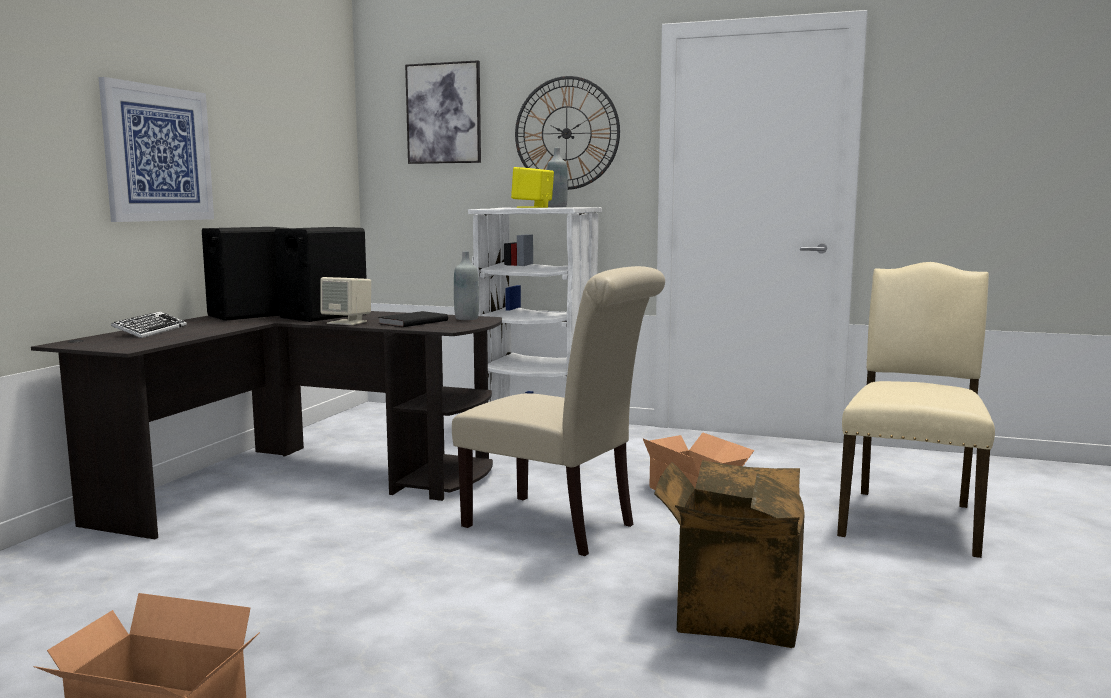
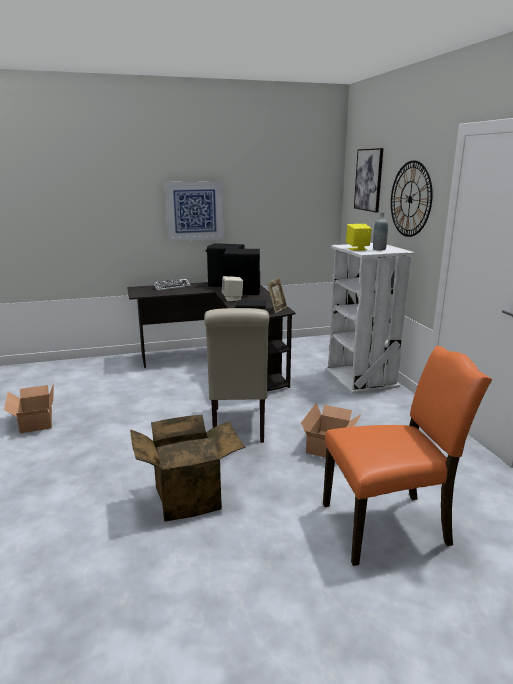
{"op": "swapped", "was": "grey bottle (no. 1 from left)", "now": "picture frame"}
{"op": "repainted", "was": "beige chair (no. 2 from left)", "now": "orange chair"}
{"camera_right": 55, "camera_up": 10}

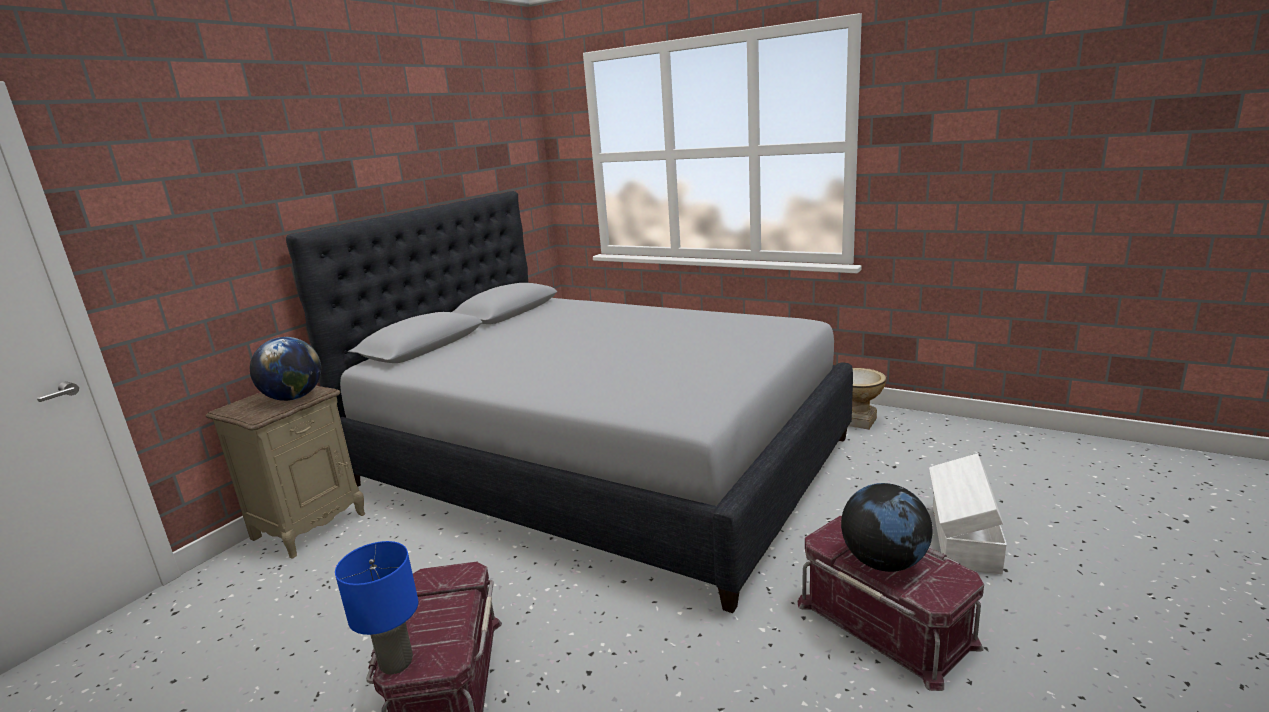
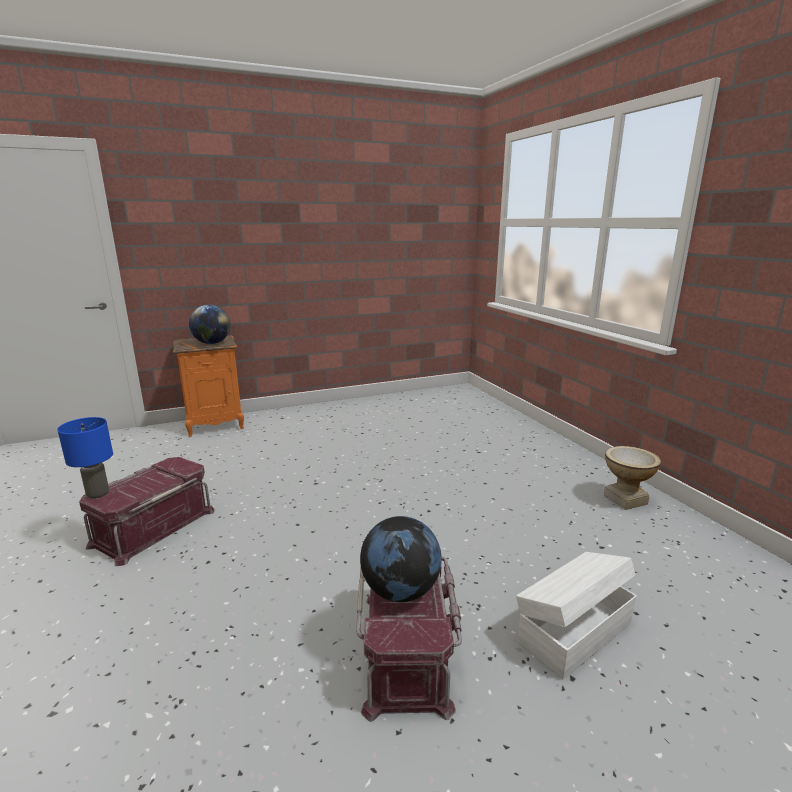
{"op": "gone", "was": "grey bed"}
{"op": "repainted", "was": "beige nightstand", "now": "orange nightstand"}
{"camera_right": 35, "camera_up": 0}

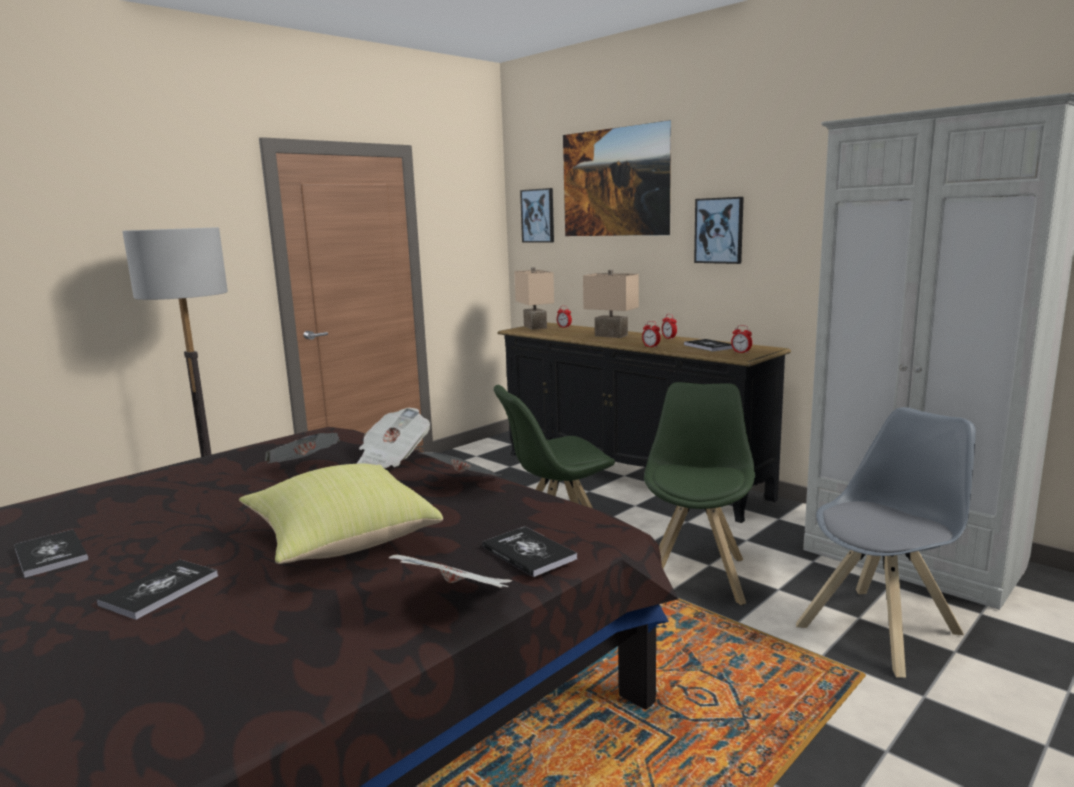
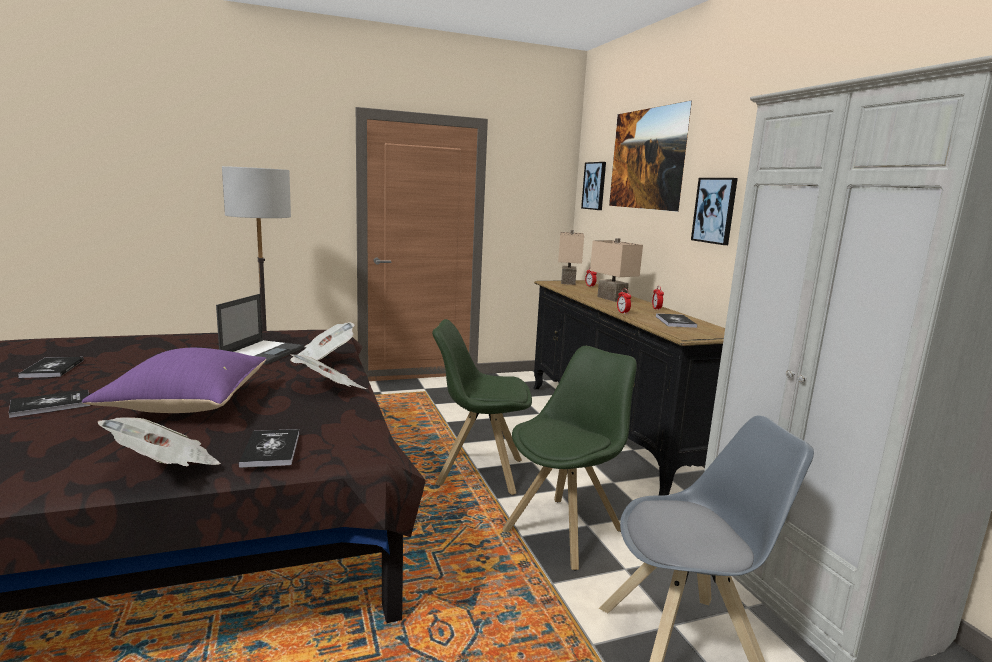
{"op": "gone", "was": "alarm clock (no. 4 from left)"}
{"op": "swapped", "was": "newspaper (no. 1 from left)", "now": "laptop"}
{"op": "repainted", "was": "yellow pillow", "now": "purple pillow"}
{"camera_right": 25, "camera_up": 0}

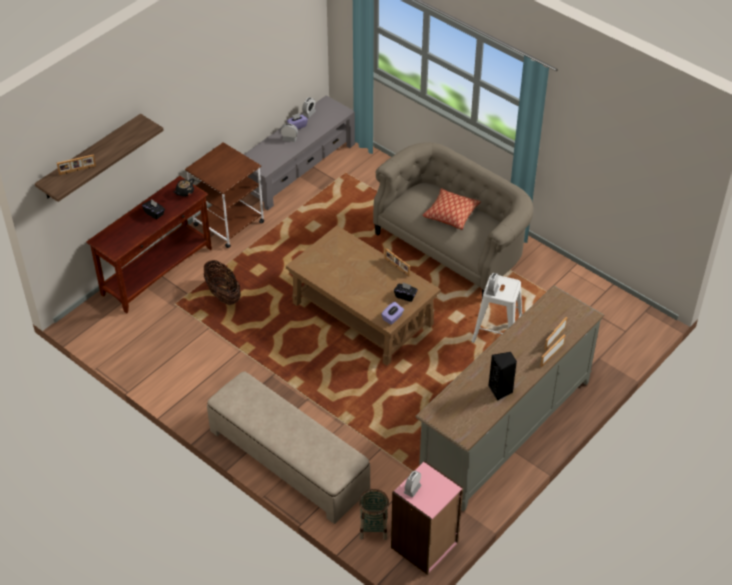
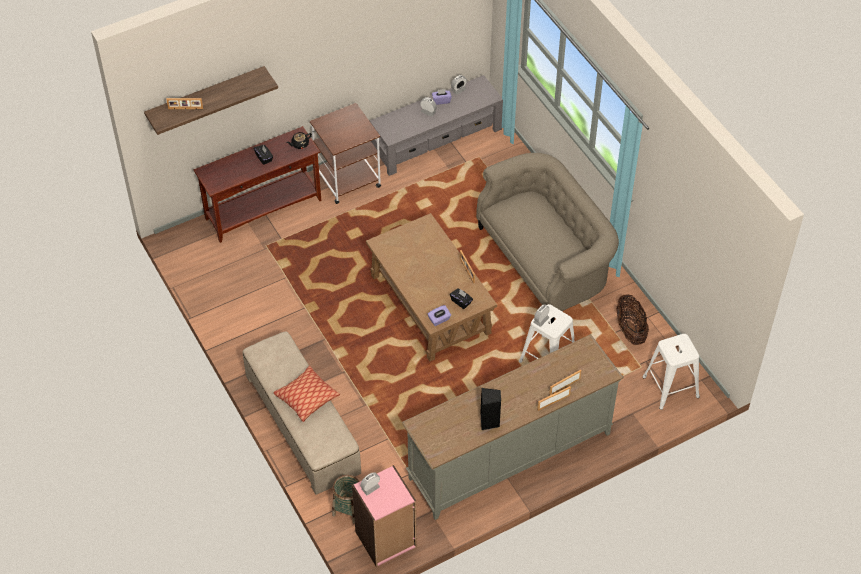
{"op": "new", "now": "white stool (no. 2 from left)"}
{"op": "shifted", "was": "basket (no. 1 from left in the first image)", "now": "basket (no. 2 from left)"}
{"op": "shifted", "was": "pillow"}
{"camera_right": 20, "camera_up": 5}

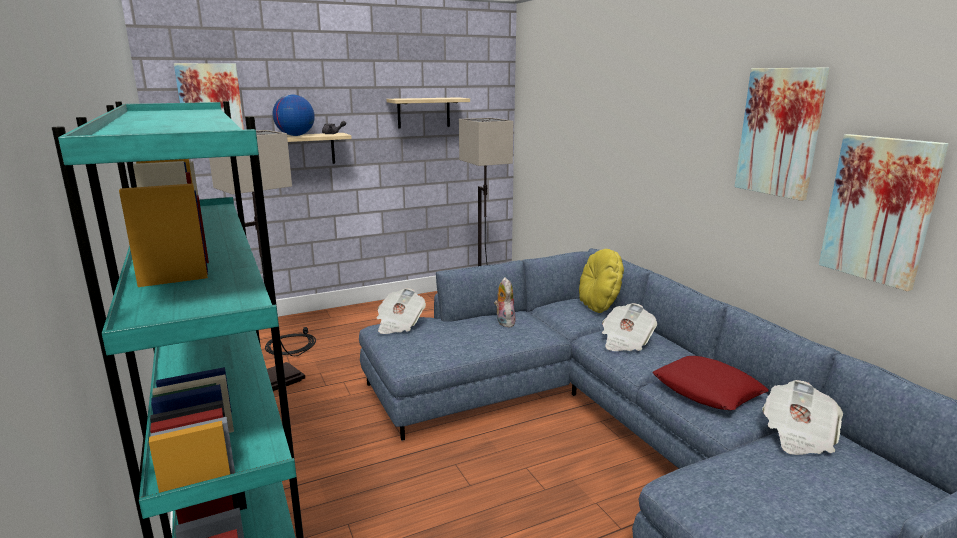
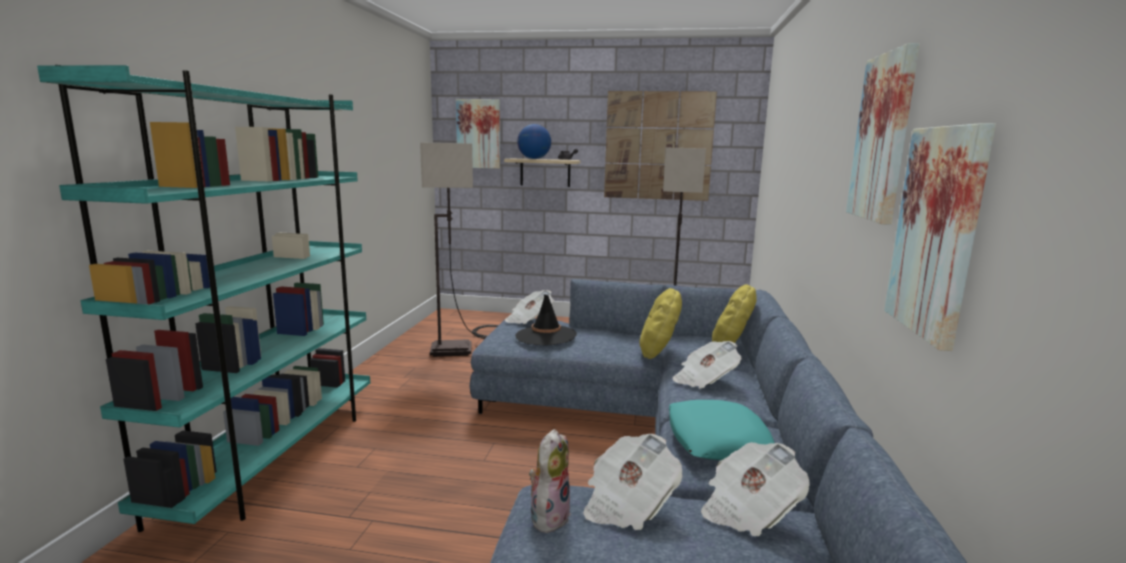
{"op": "new", "now": "black hat"}
{"op": "new", "now": "newspaper (no. 2 from left)"}
{"op": "new", "now": "yellow pillow (no. 1 from left)"}
{"op": "shifted", "was": "plush toy"}
{"op": "swapped", "was": "shelf (no. 2 from left)", "now": "picture (no. 2 from left)"}
{"op": "repainted", "was": "red pillow", "now": "turquoise pillow"}
{"camera_right": 35, "camera_up": -5}

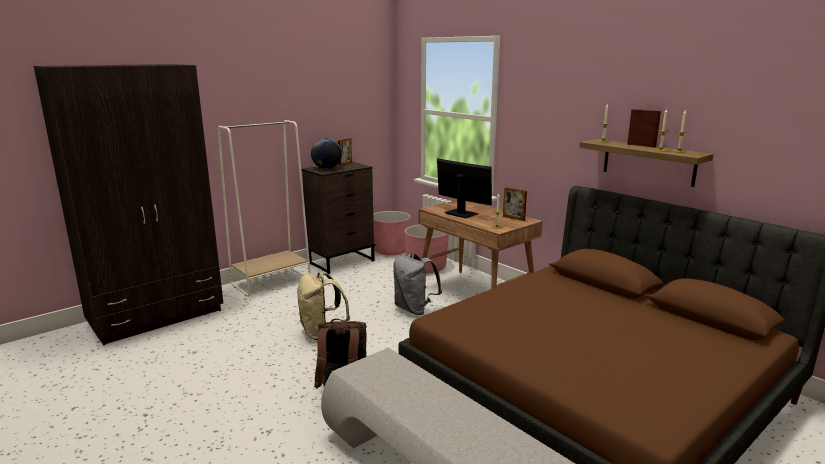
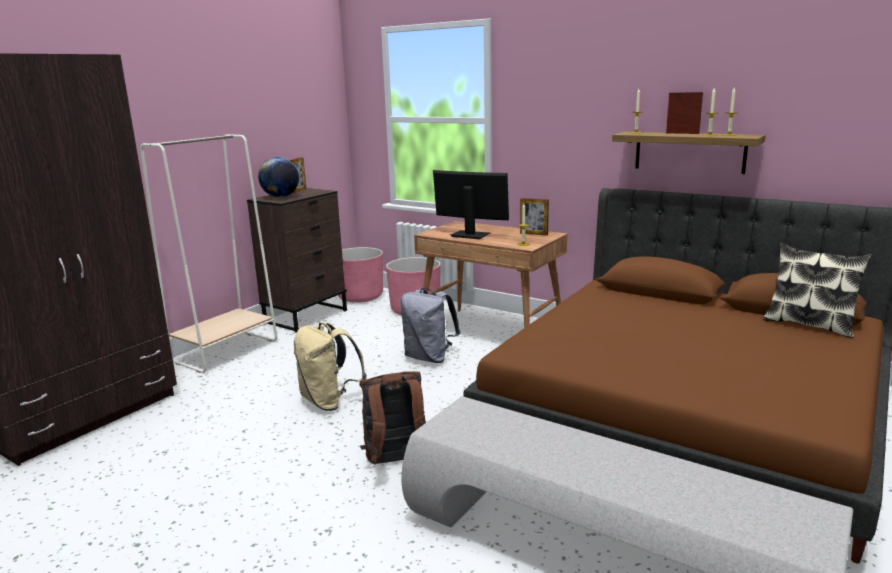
{"op": "new", "now": "pillow"}
{"camera_right": -15, "camera_up": 0}

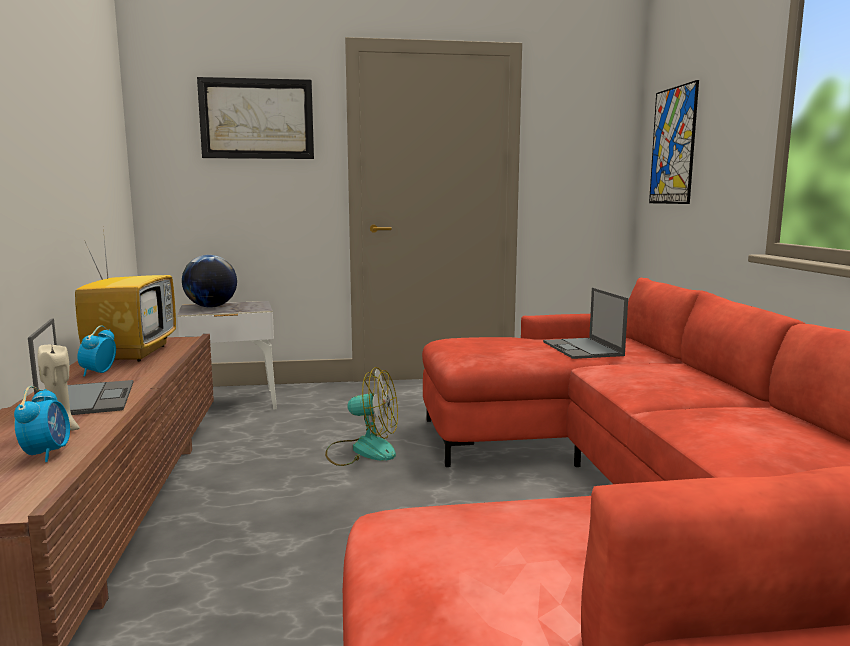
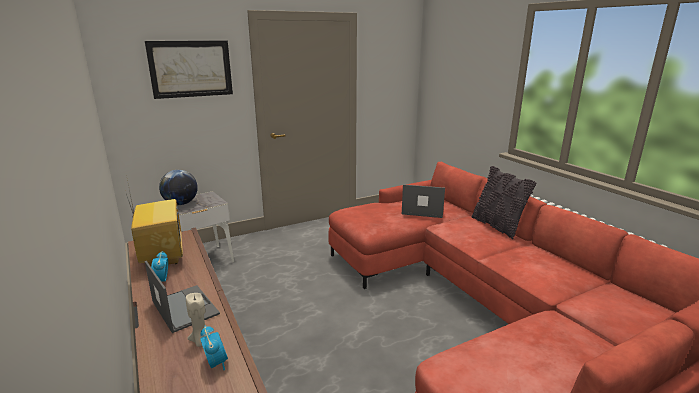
{"op": "gone", "was": "fan"}
{"op": "gone", "was": "picture (no. 2 from left)"}
{"op": "new", "now": "black pillow"}
{"op": "rotated", "was": "laptop (no. 2 from left)", "clockwise": 135}
{"camera_right": -20, "camera_up": 10}

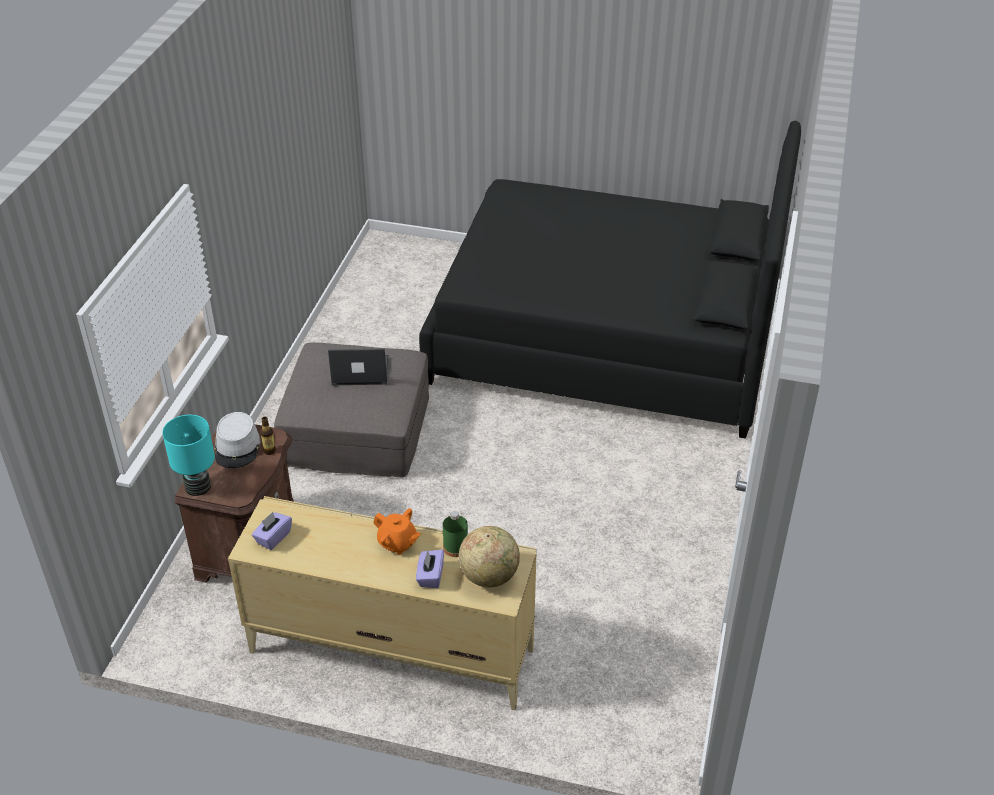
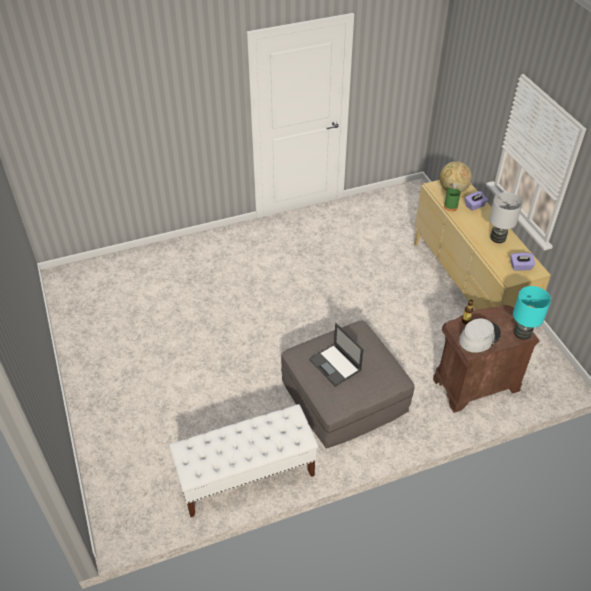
{"op": "gone", "was": "orange teapot"}
{"op": "gone", "was": "black bed"}
{"op": "new", "now": "white bench"}
{"op": "new", "now": "grey table lamp"}
{"camera_right": -125, "camera_up": 5}

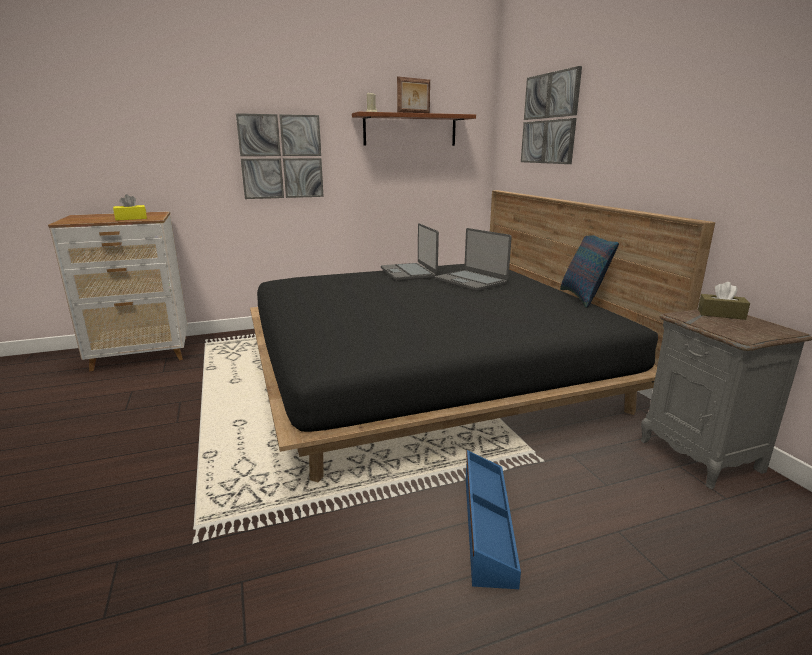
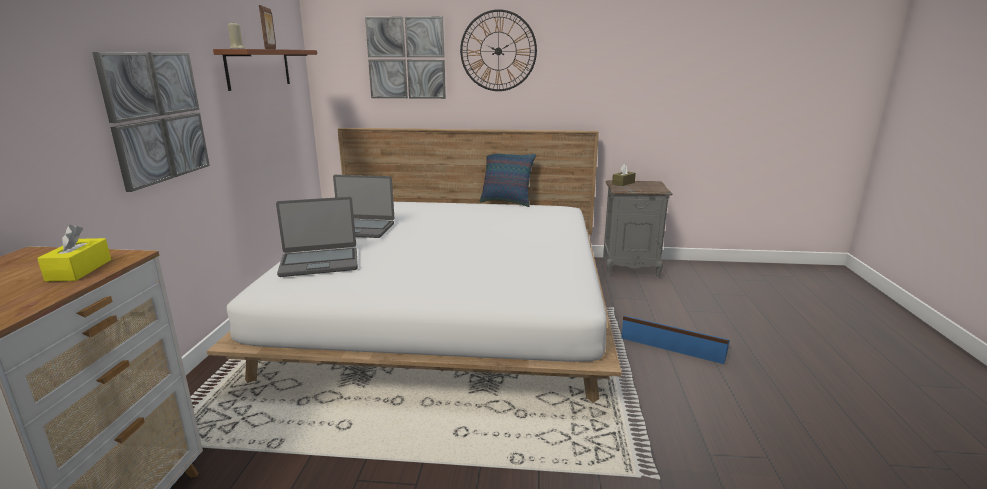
{"op": "new", "now": "wall clock"}
{"op": "shifted", "was": "laptop (no. 2 from left in the first image)", "now": "laptop (no. 1 from left)"}
{"op": "repainted", "was": "black bed", "now": "white bed"}
{"camera_right": -65, "camera_up": 0}

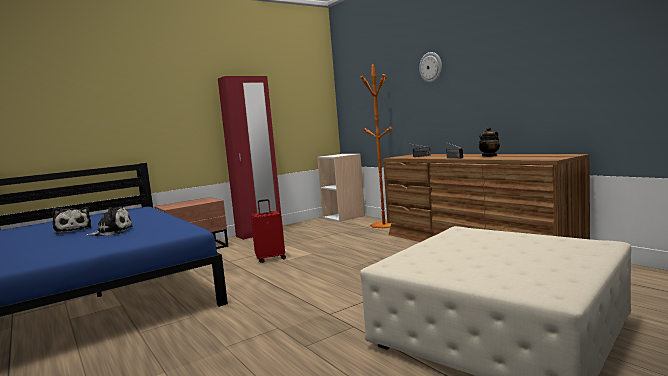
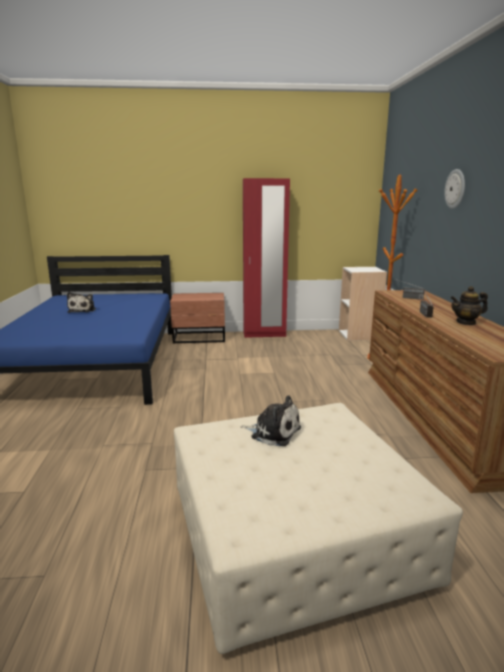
{"op": "gone", "was": "red suitcase"}
{"op": "shifted", "was": "plush toy (no. 2 from left)"}
{"camera_right": 30, "camera_up": 10}

